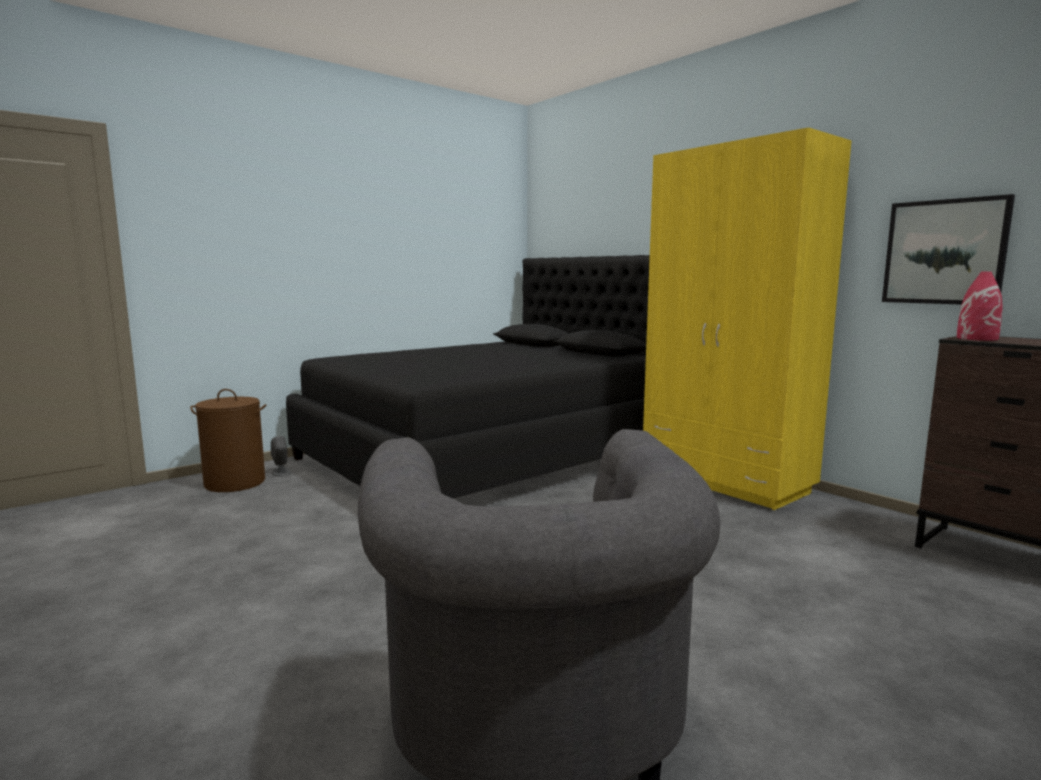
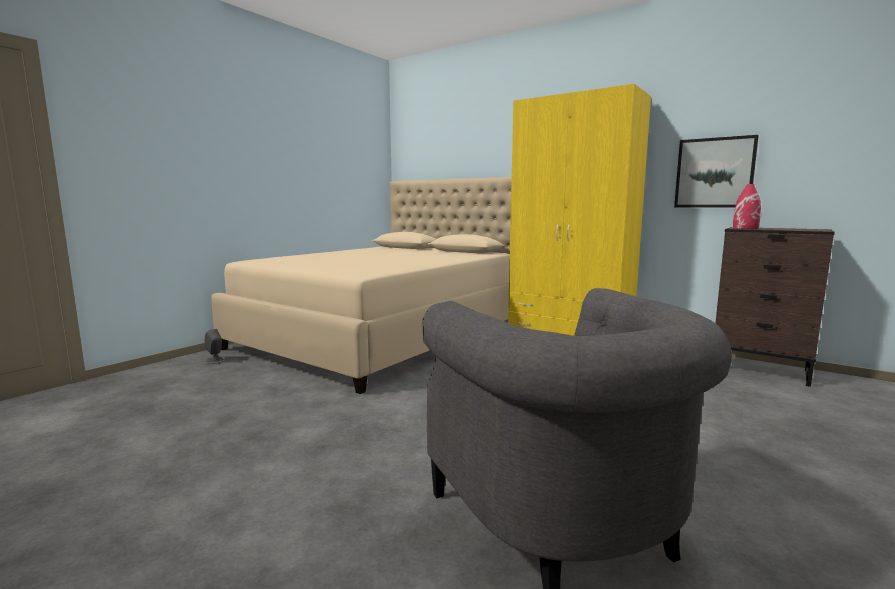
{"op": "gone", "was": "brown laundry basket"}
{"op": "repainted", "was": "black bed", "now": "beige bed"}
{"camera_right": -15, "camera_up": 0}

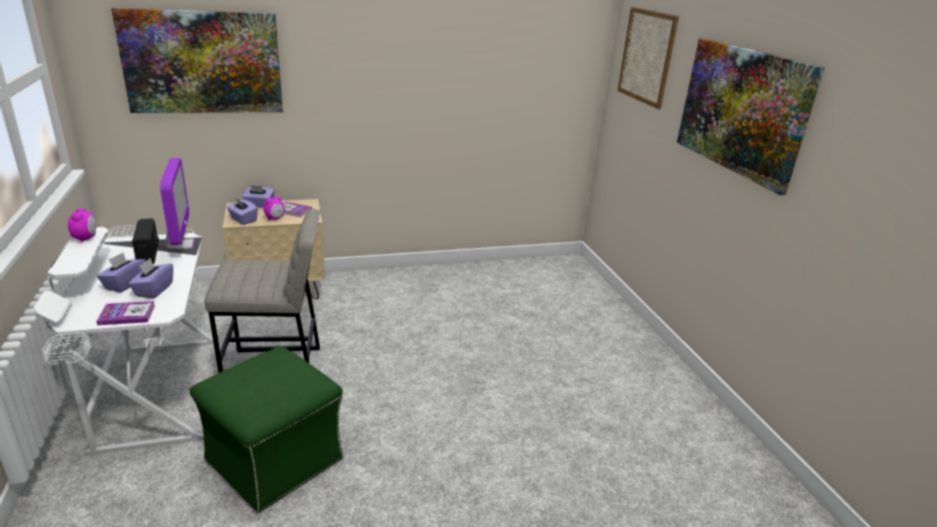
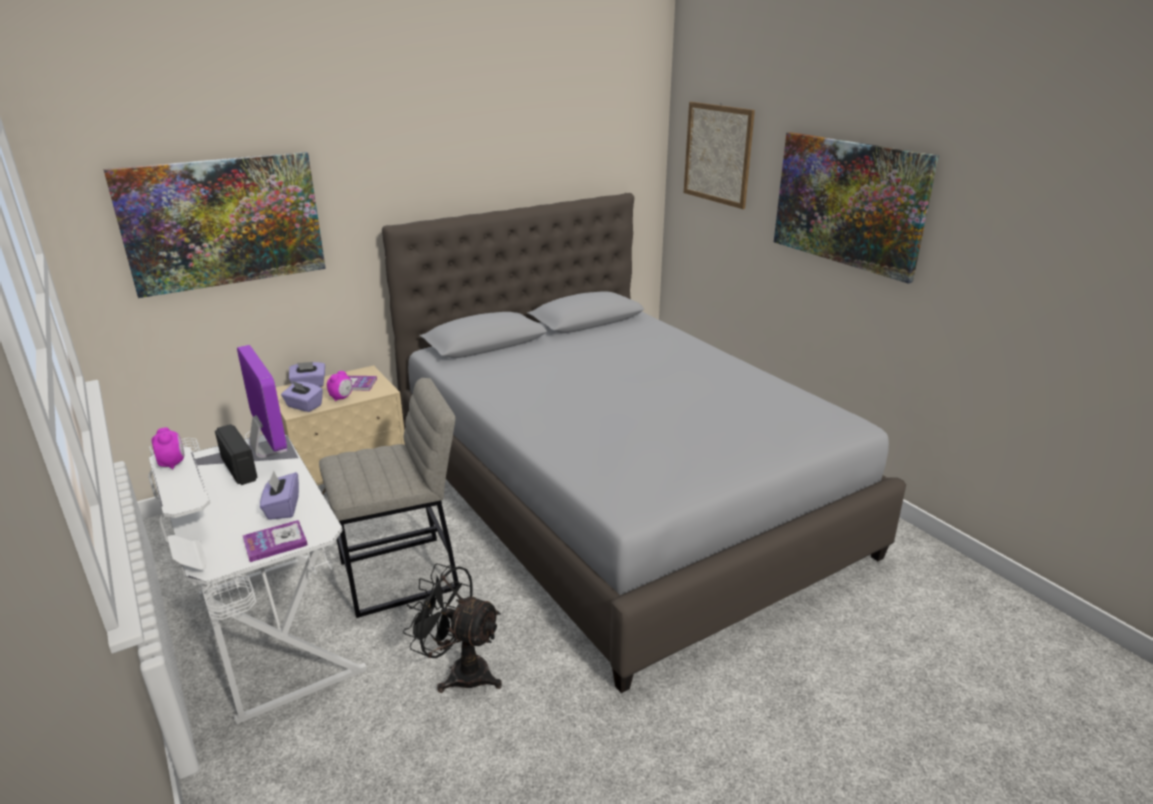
{"op": "gone", "was": "purple tissue box (no. 1 from left)"}
{"op": "new", "now": "grey bed"}
{"op": "swapped", "was": "green ottoman", "now": "black fan"}
{"camera_right": -15, "camera_up": 0}

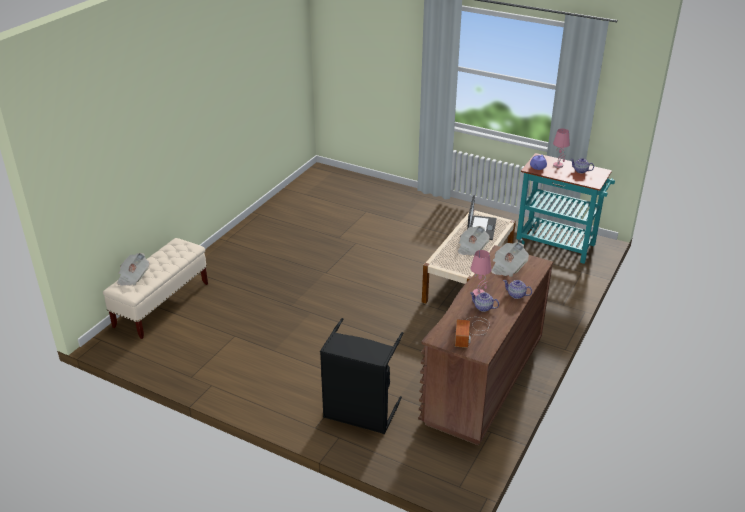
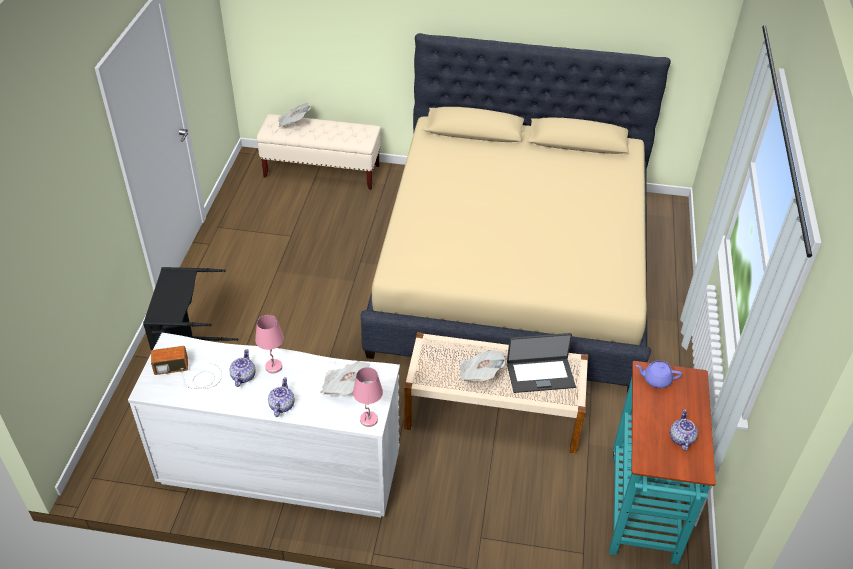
{"op": "new", "now": "beige bed"}
{"op": "shifted", "was": "pink table lamp (no. 2 from left)"}
{"op": "repainted", "was": "brown dresser", "now": "white dresser"}
{"camera_right": 70, "camera_up": 10}

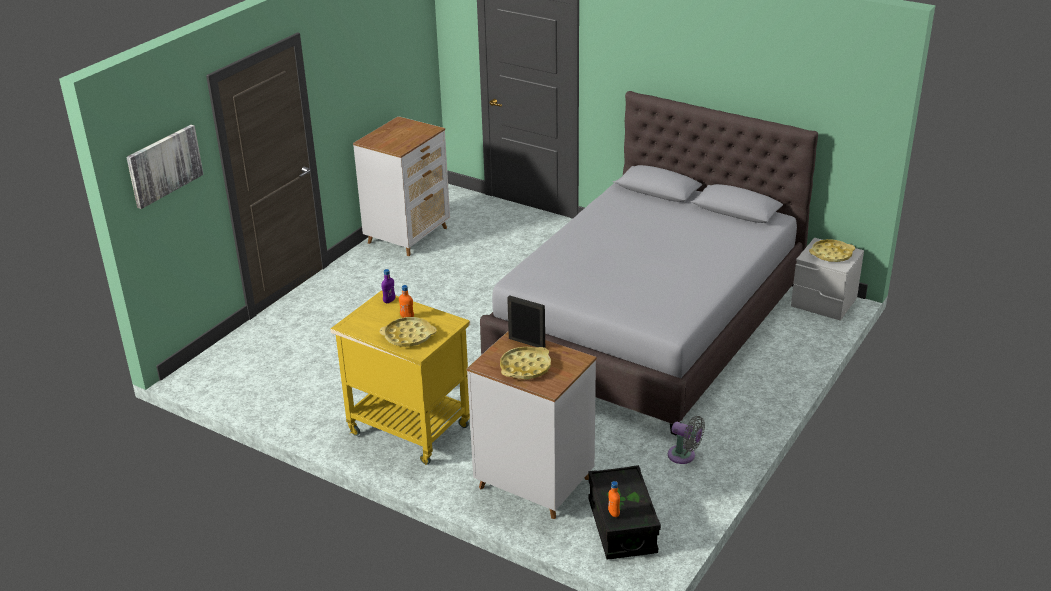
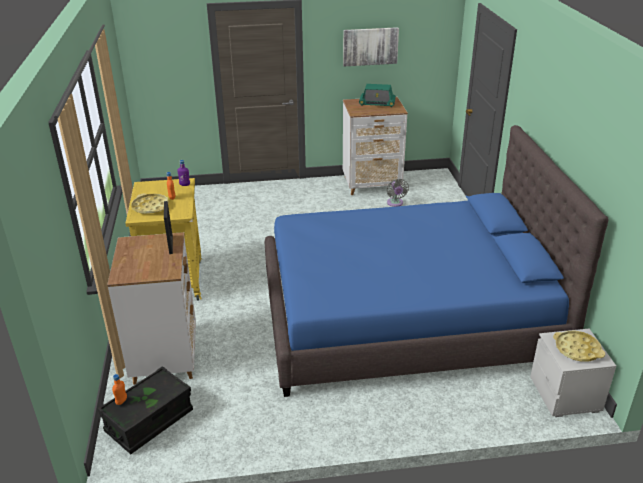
{"op": "gone", "was": "yellow tray (no. 2 from left)"}
{"op": "new", "now": "radio"}
{"op": "shifted", "was": "picture"}
{"op": "shifted", "was": "grey fan"}
{"op": "repainted", "was": "grey bed", "now": "blue bed"}
{"camera_right": 50, "camera_up": 0}

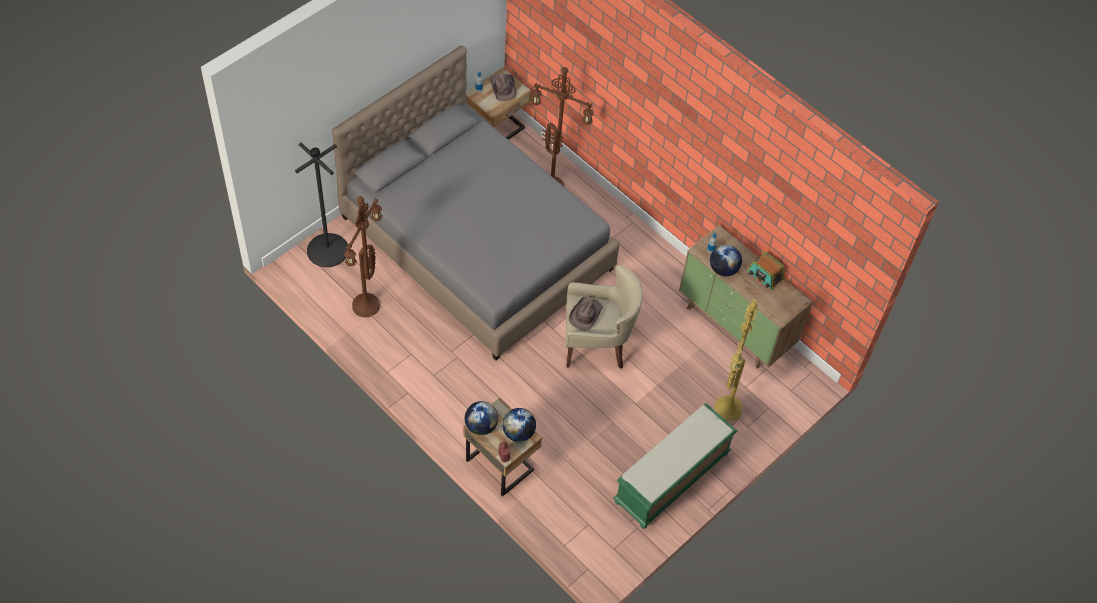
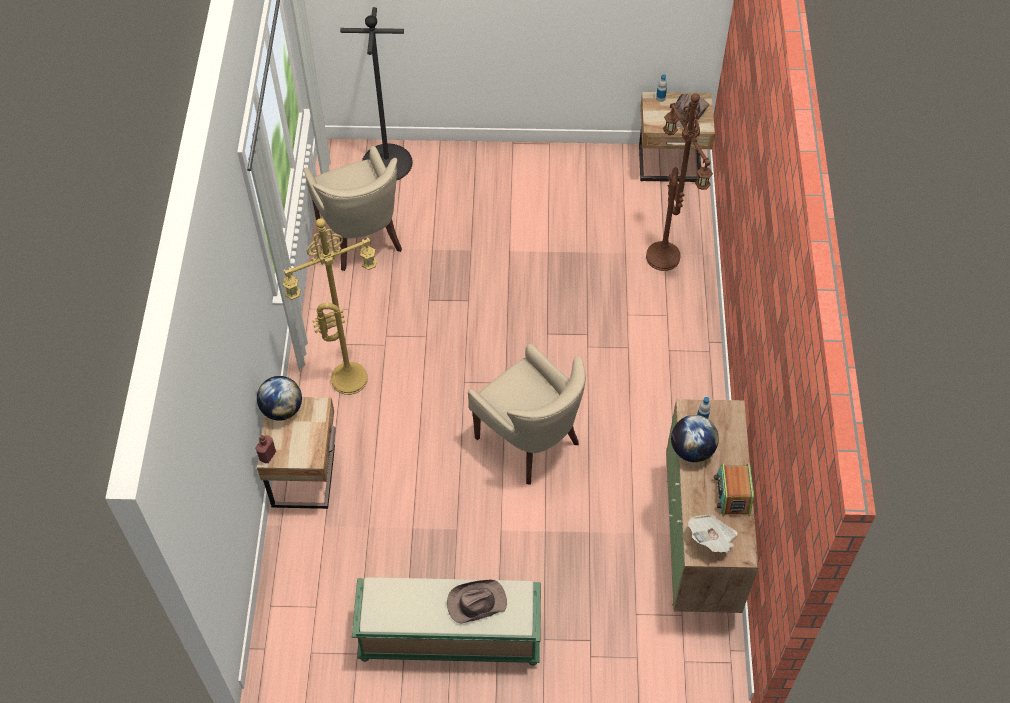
{"op": "gone", "was": "grey bed"}
{"op": "gone", "was": "globe (no. 2 from left)"}
{"op": "new", "now": "newspaper"}
{"op": "shifted", "was": "brown hat (no. 2 from left in the first image)", "now": "brown hat (no. 1 from left)"}
{"op": "shifted", "was": "yellow floor lamp"}
{"op": "swapped", "was": "brown floor lamp (no. 1 from left)", "now": "beige armchair (no. 1 from left)"}
{"camera_right": 50, "camera_up": 0}

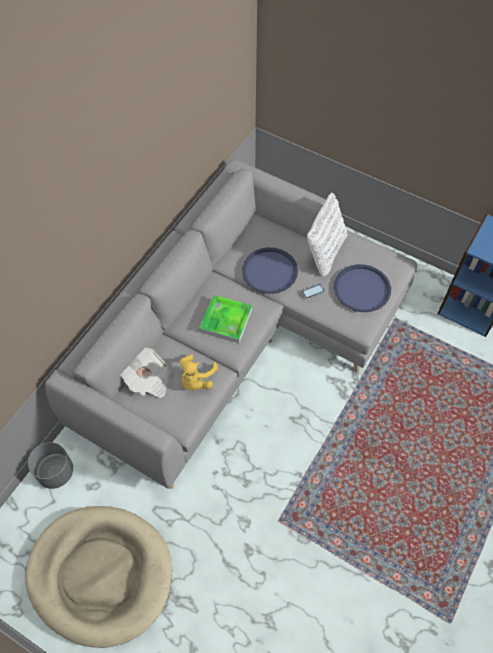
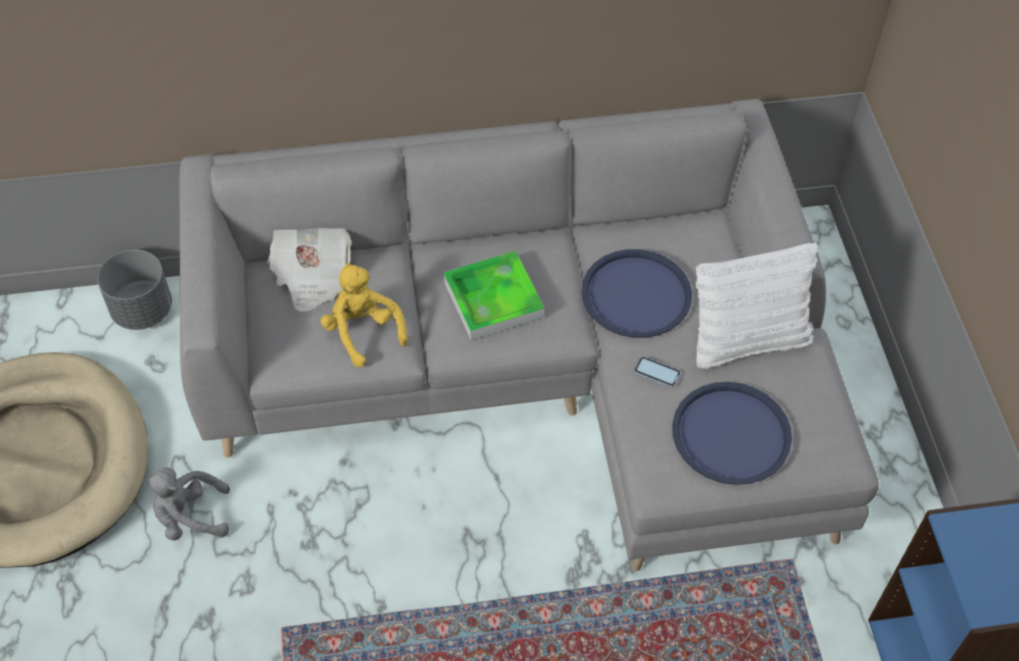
{"op": "new", "now": "grey plush toy"}
{"op": "rotated", "was": "yellow plush toy", "clockwise": 75}
{"camera_right": 50, "camera_up": -5}

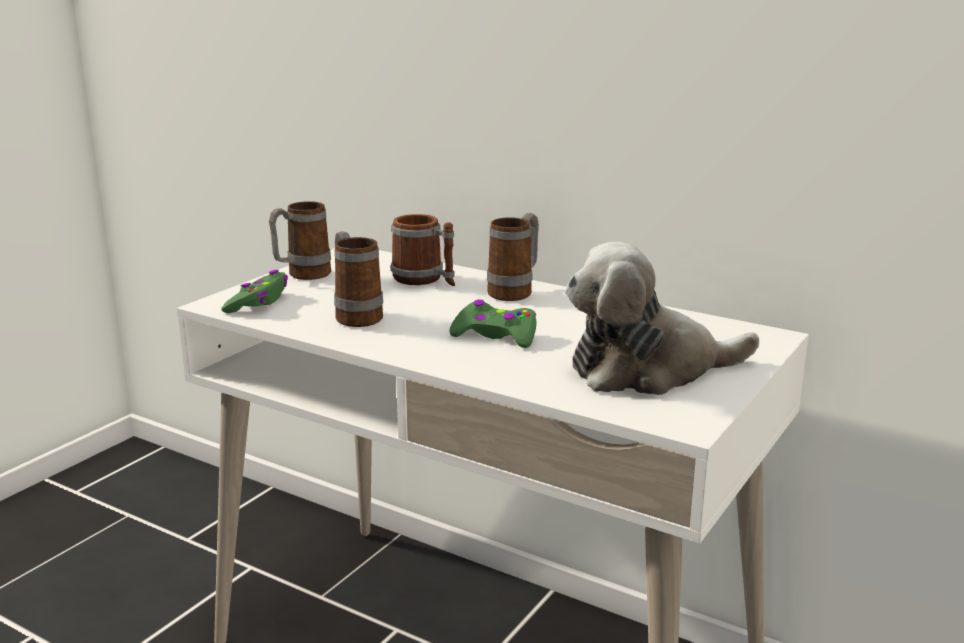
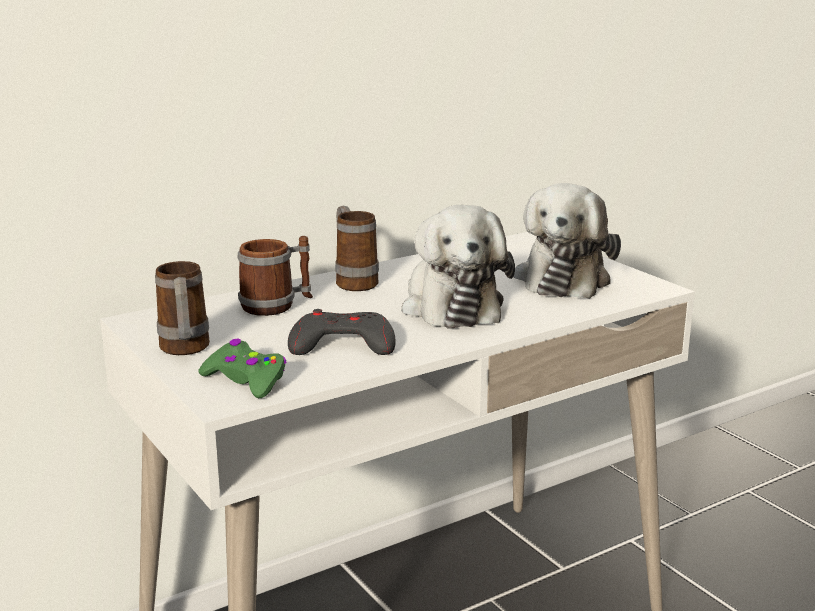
{"op": "swapped", "was": "mug (no. 2 from left)", "now": "grey game controller"}
{"op": "swapped", "was": "green game controller (no. 2 from left)", "now": "plush toy (no. 1 from left)"}
{"camera_right": -65, "camera_up": 0}

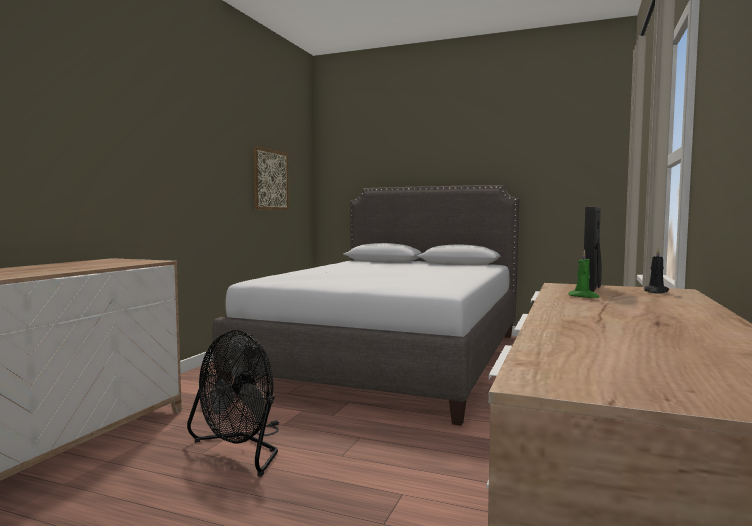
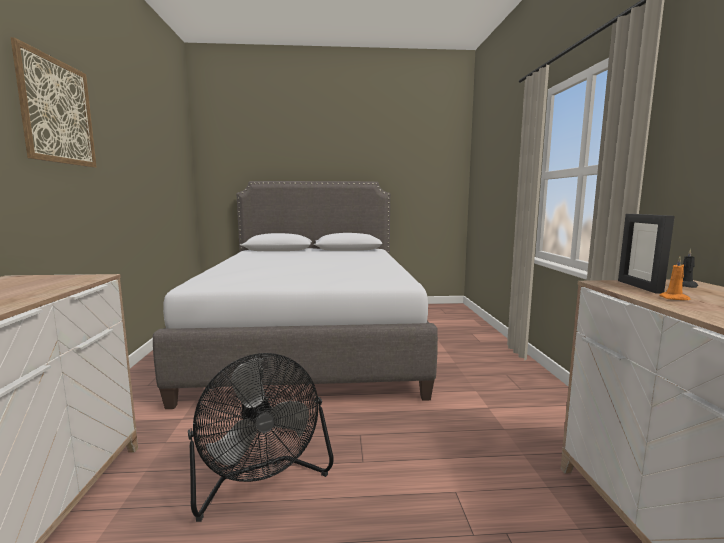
{"op": "shifted", "was": "picture"}
{"op": "repainted", "was": "green candle", "now": "orange candle"}
{"op": "rotated", "was": "black fan", "clockwise": -45}
{"camera_right": -25, "camera_up": 5}

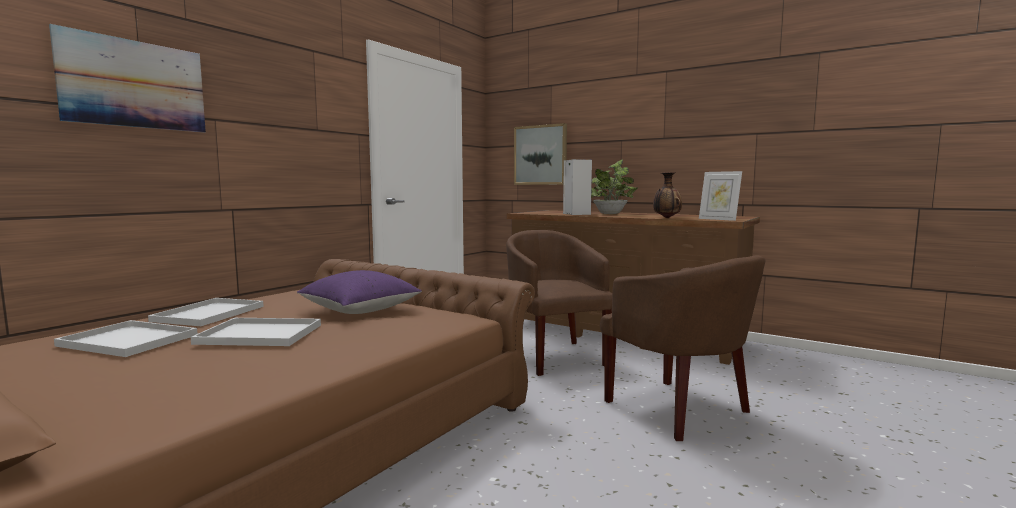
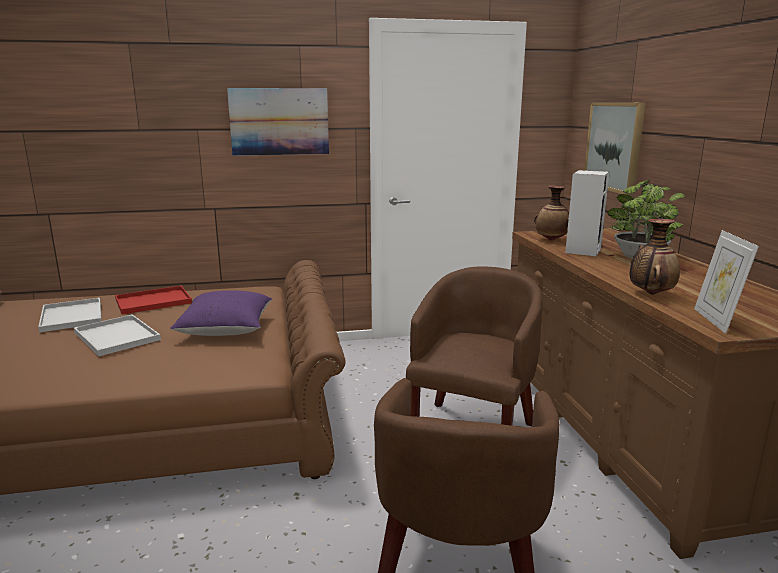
{"op": "new", "now": "vase (no. 1 from left)"}
{"op": "shifted", "was": "picture (no. 1 from left)"}
{"op": "repainted", "was": "white tray (no. 2 from left)", "now": "red tray"}
{"camera_right": 45, "camera_up": 10}

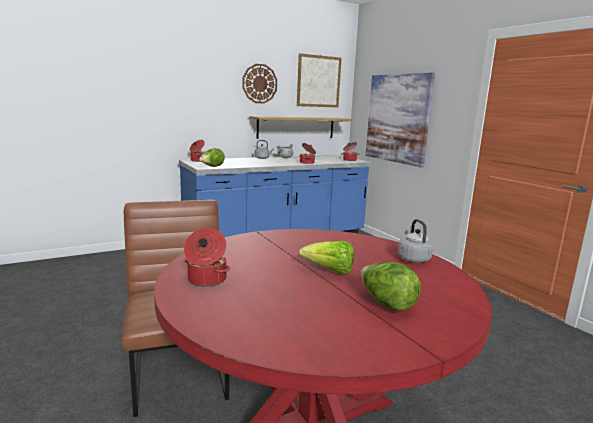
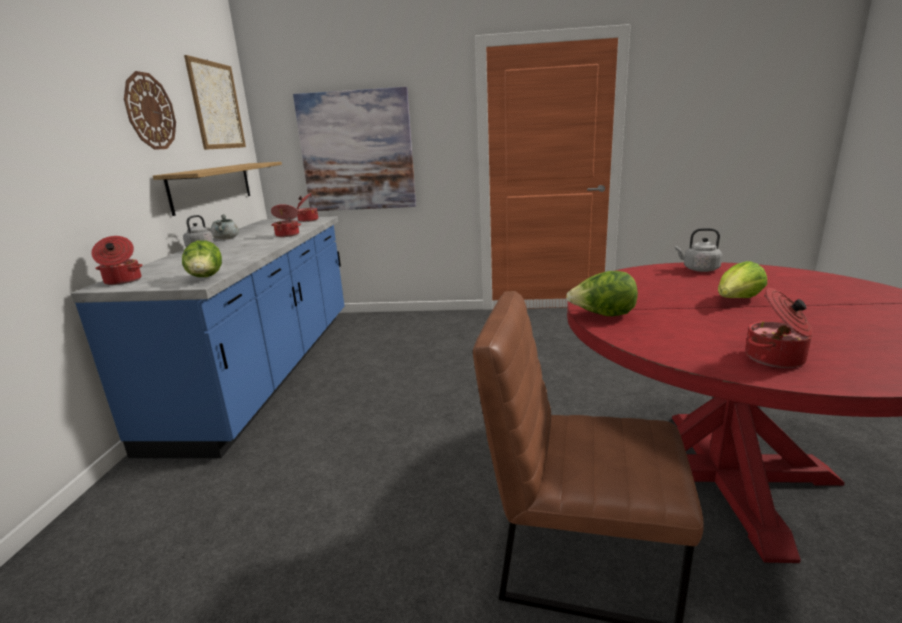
{"op": "shifted", "was": "lettuce (no. 3 from left in the first image)", "now": "lettuce (no. 2 from left)"}
{"camera_right": -55, "camera_up": 5}

